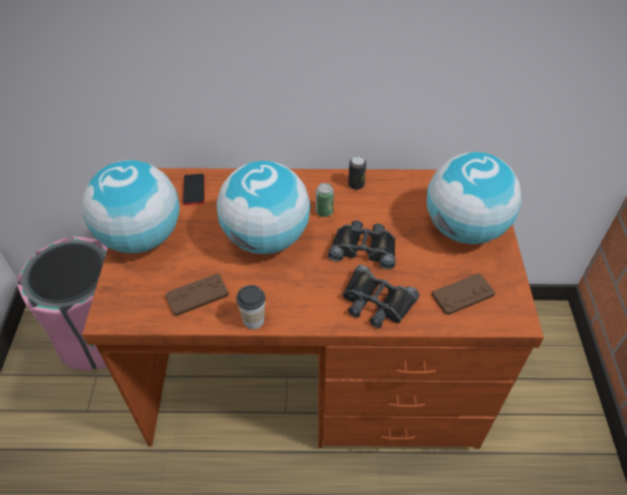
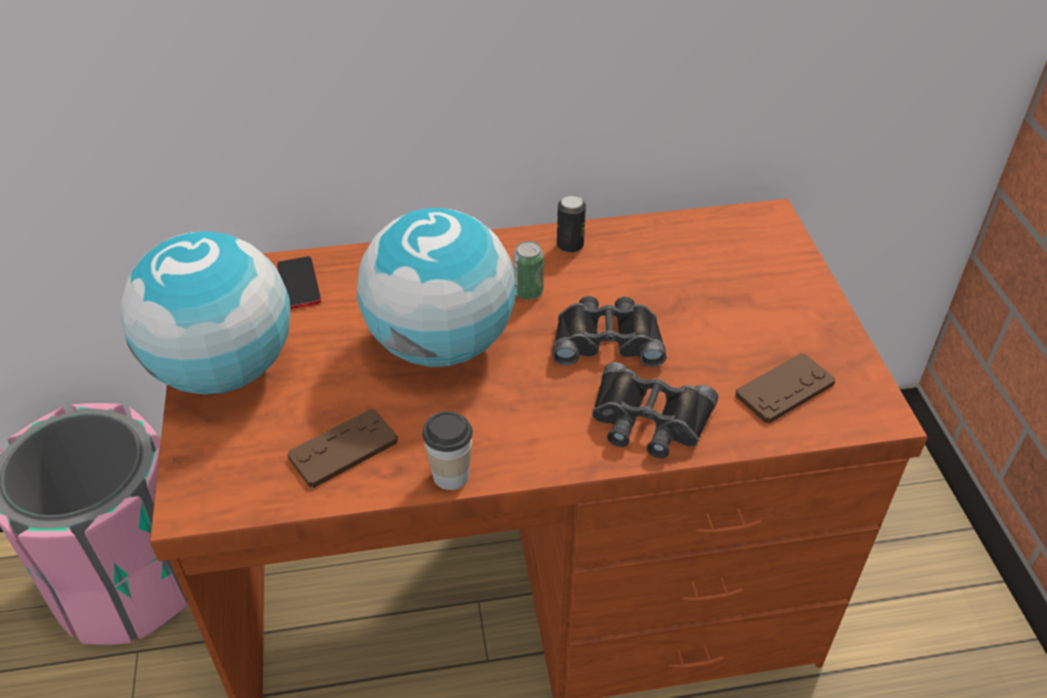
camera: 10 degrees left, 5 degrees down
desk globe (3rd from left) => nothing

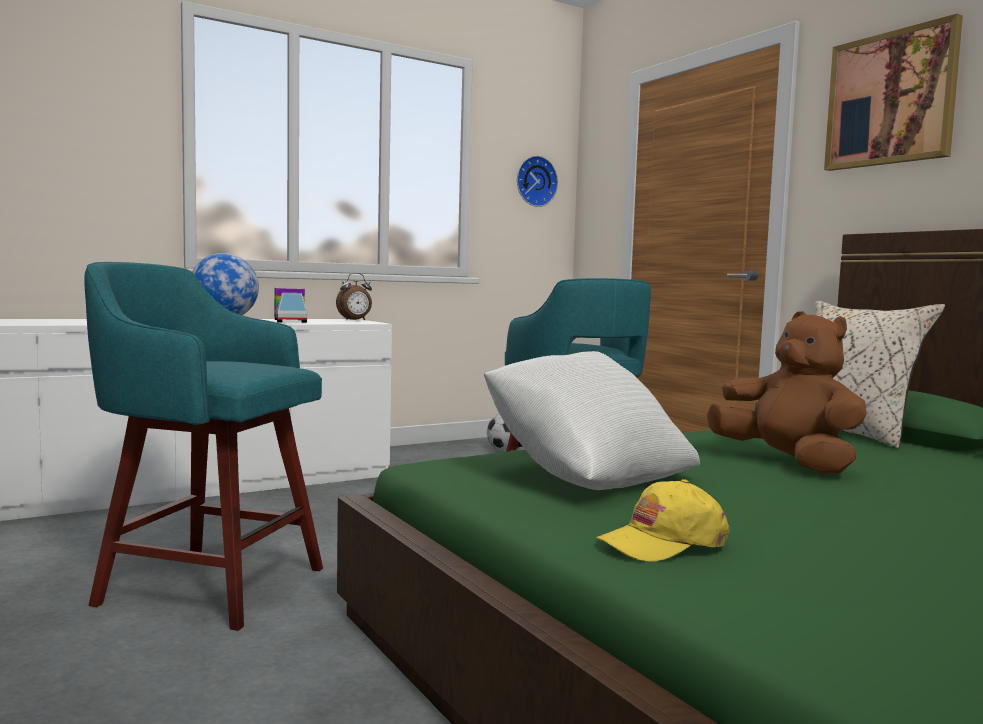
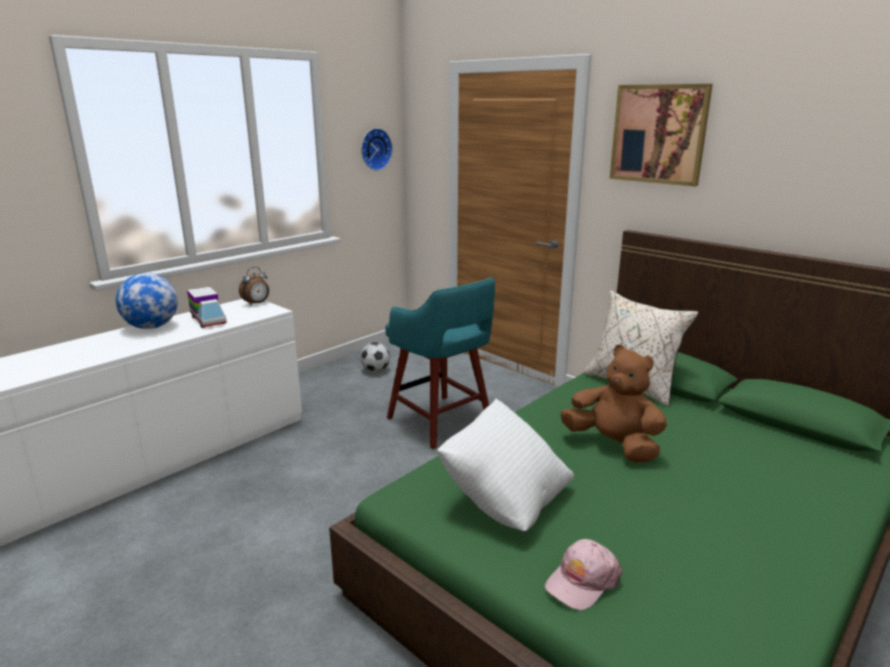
camera: 15 degrees left, 15 degrees up
turquoise stool (1st from left) => nothing
yellow-coloured cap => pink cap

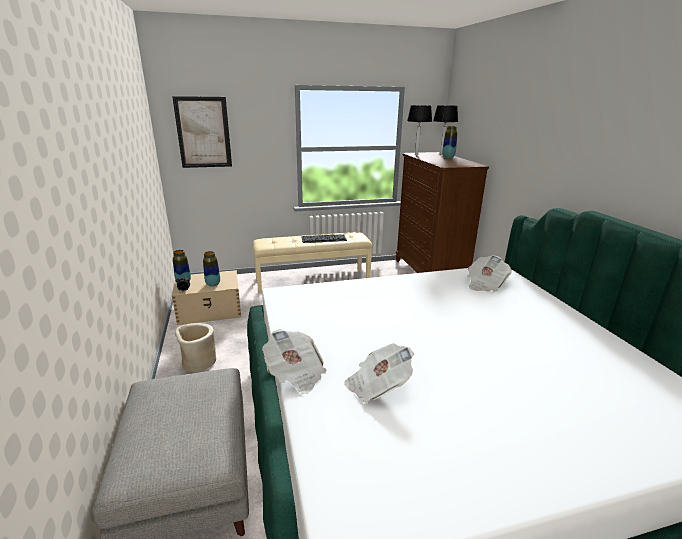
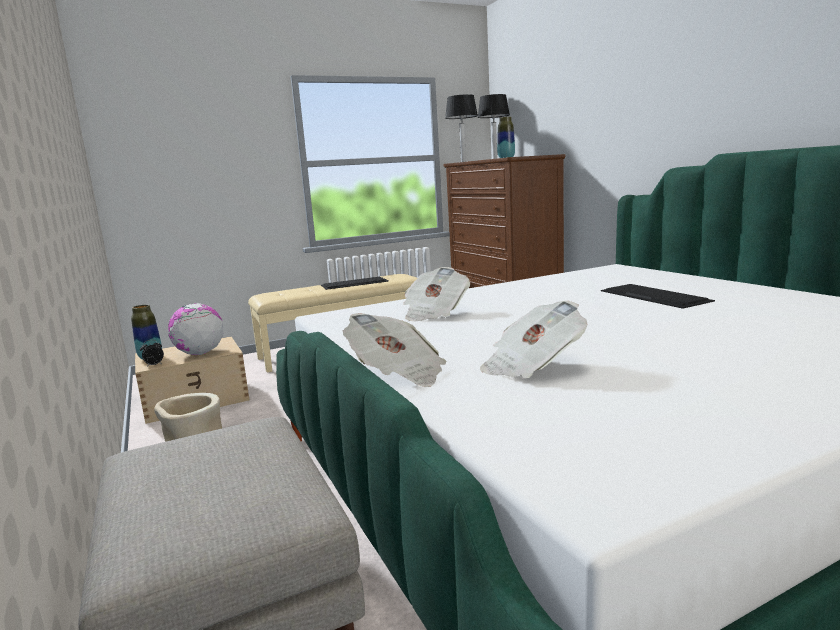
camera: 10 degrees left, 10 degrees down
wall art => nothing
nothing => keyboard (2nd from left)
newspaper (3rd from left in the first image) => newspaper (2nd from left), moved
decorative vase (2nd from left) => desk globe

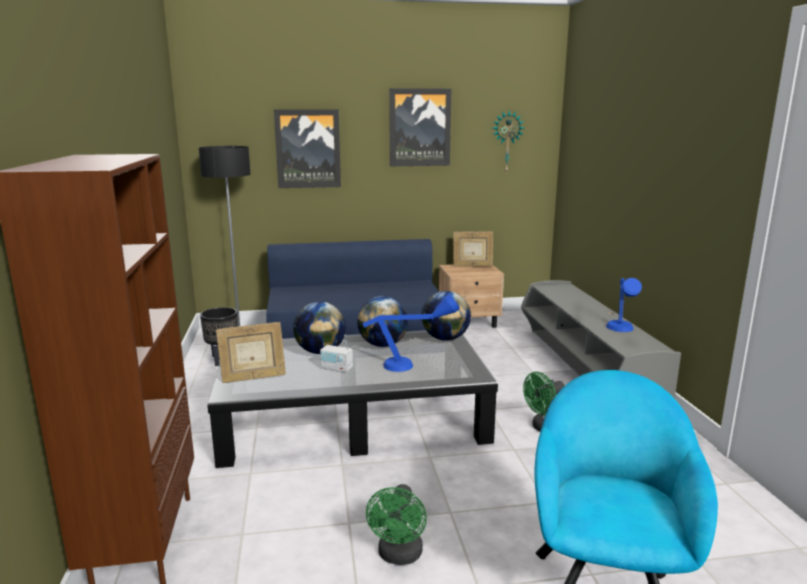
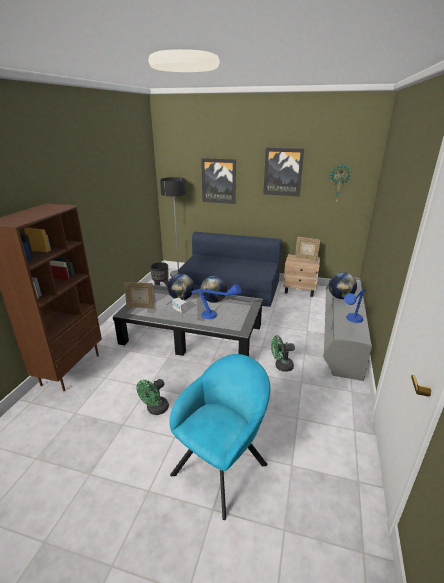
camera: 25 degrees right, 10 degrees up
desk globe (3rd from left), moved

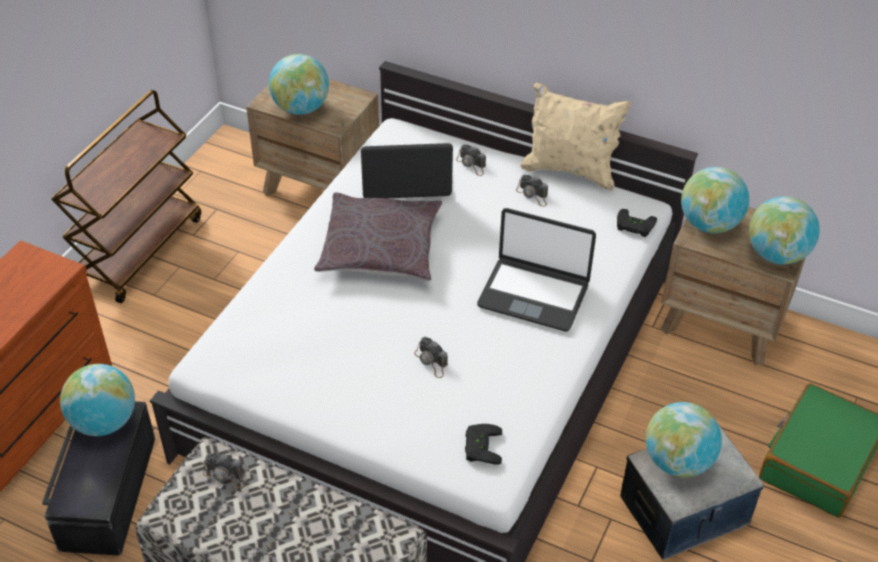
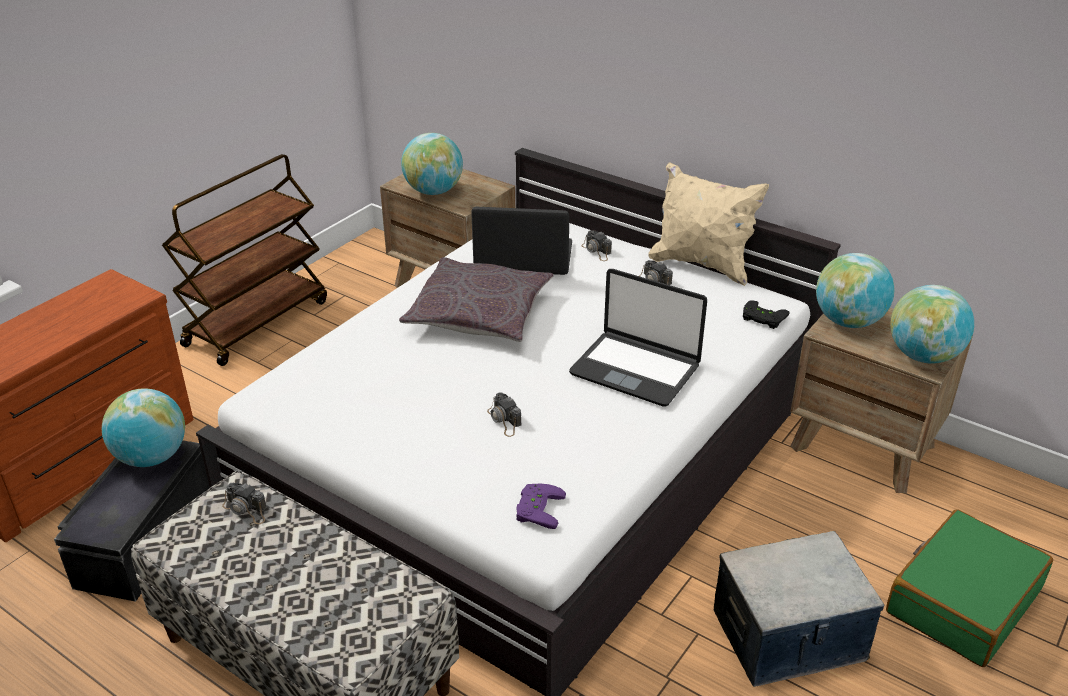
camera: 10 degrees right, 10 degrees down
desk globe (3rd from left) => nothing
black-coloured joypad (1st from left) => purple-coloured joypad

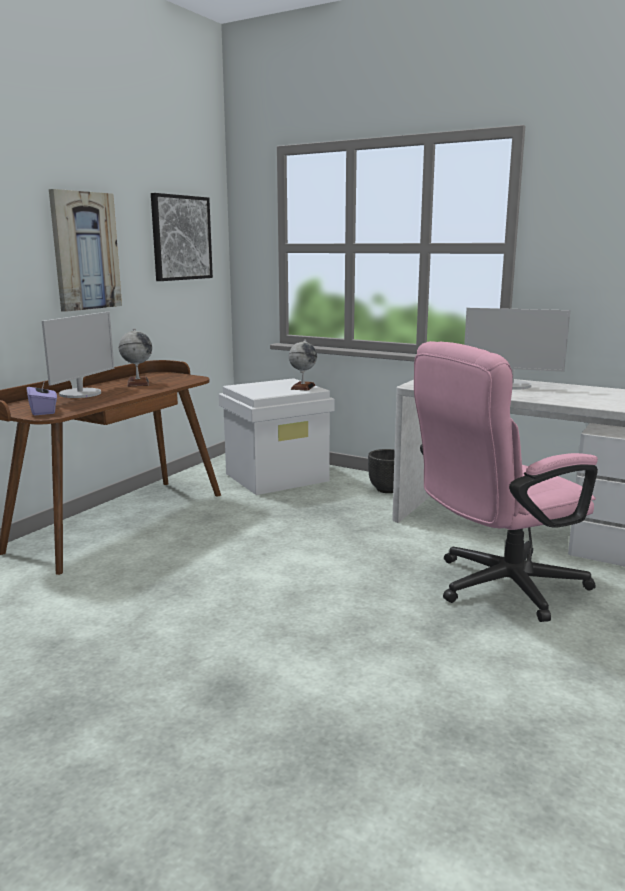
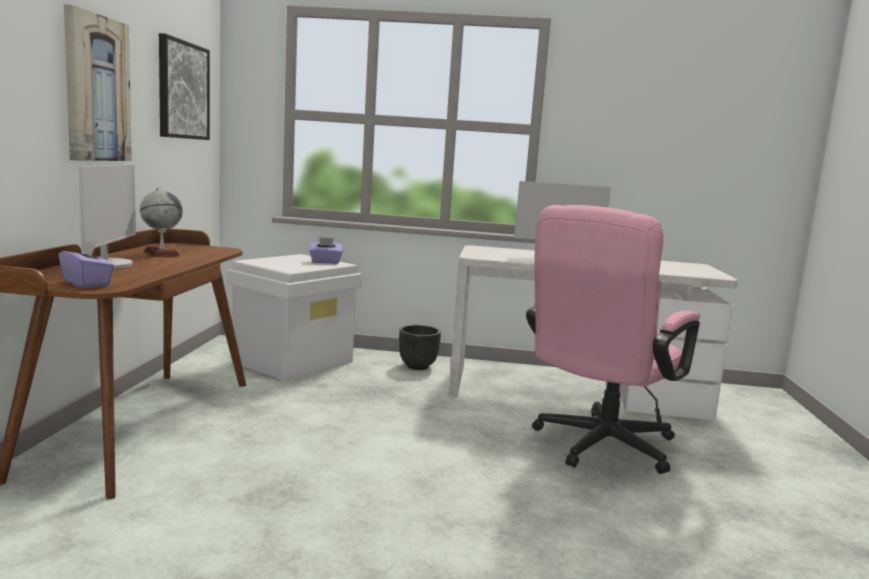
camera: 25 degrees left, 5 degrees down
desk globe (2nd from left) => purple-coloured tissue holder (2nd from left)

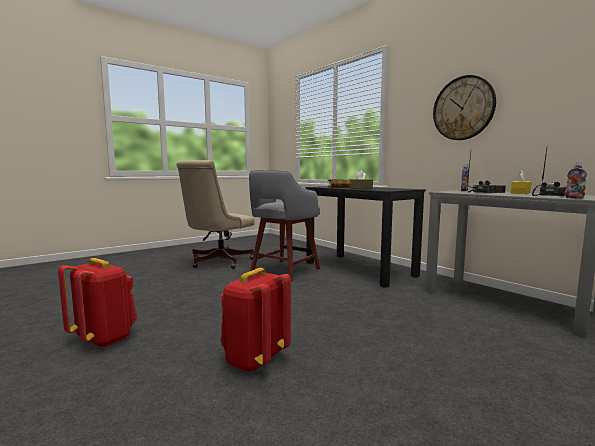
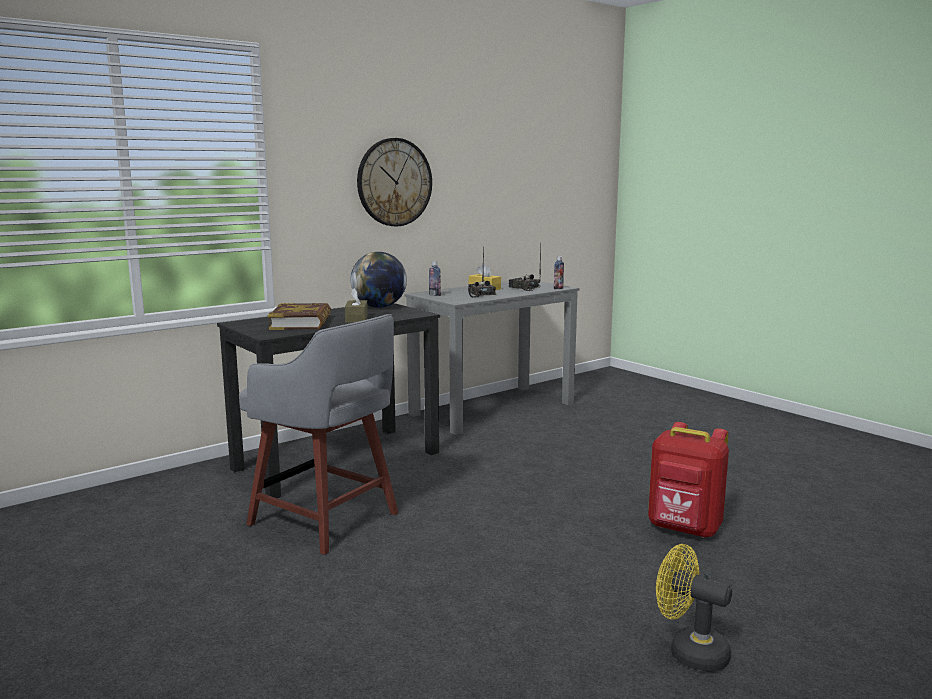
camera: 90 degrees left, 5 degrees up
beige office chair => nothing
nothing => desk globe
red knapsack (1st from left) => yellow-coloured fan

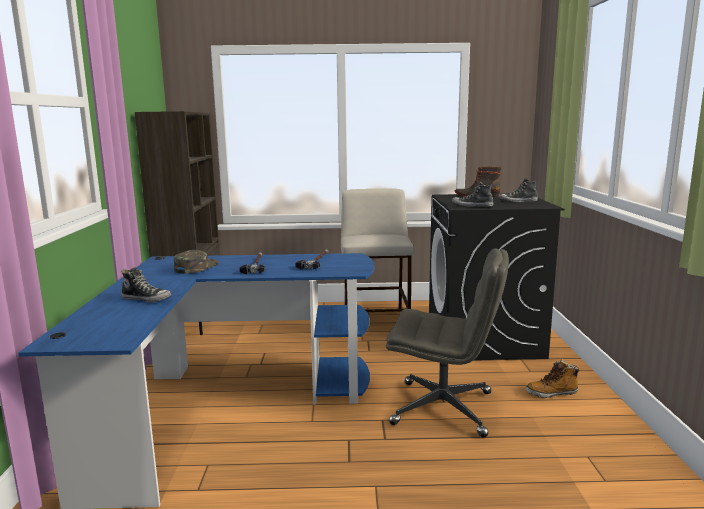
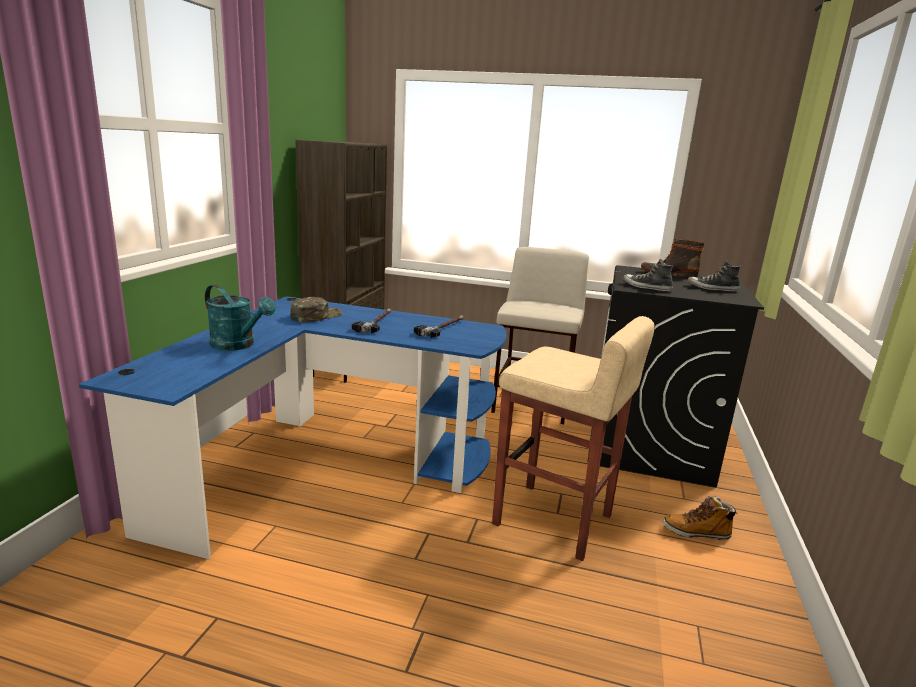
camera: 15 degrees right, 5 degrees up
item of footwear (1st from left) => turquoise watering can
grey office chair => beige stool (2nd from left)

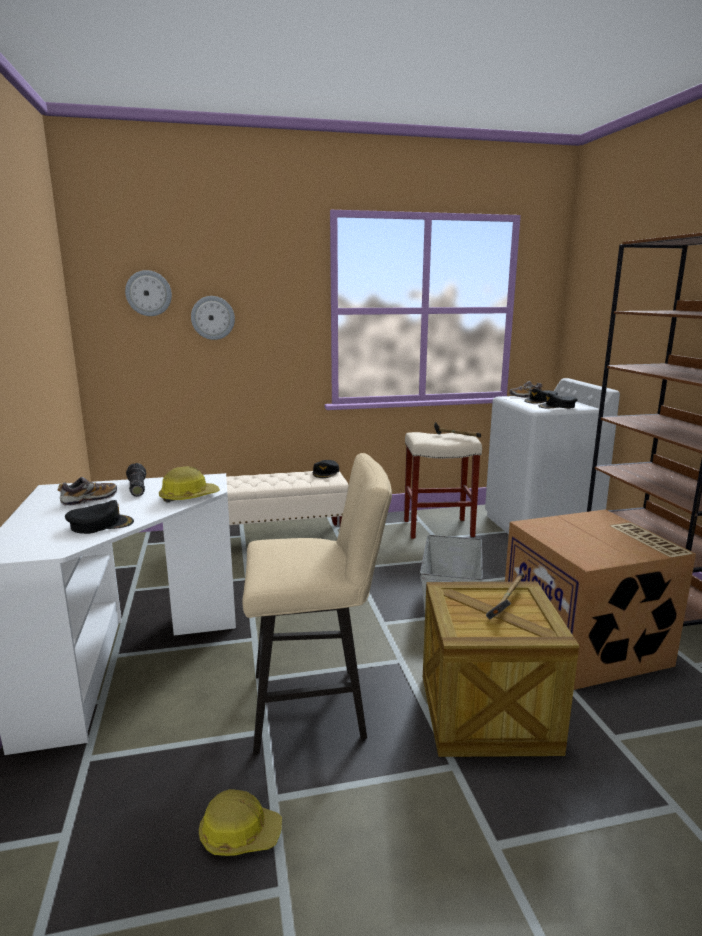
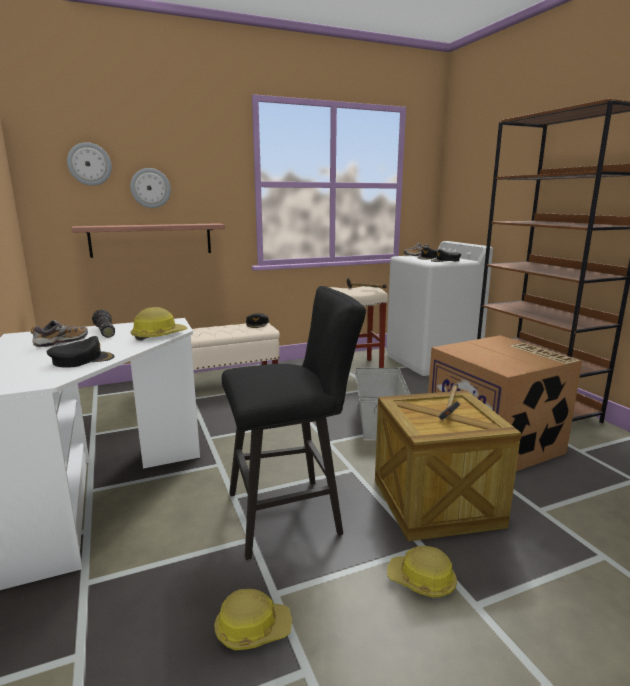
camera: 10 degrees left, 0 degrees up
nothing => wall shelf
nothing => hard hat (3rd from left)
beige stool (1st from left) => black-coloured stool

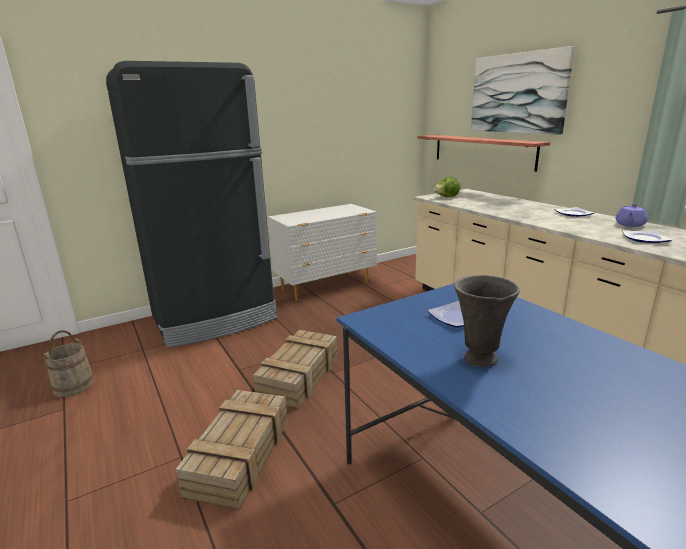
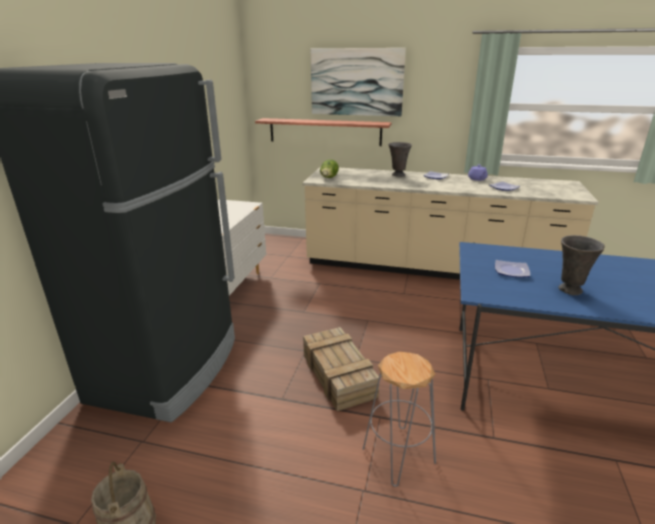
camera: 45 degrees left, 5 degrees up
nothing => grey decorative vase (1st from left)
packing crate (1st from left) => grey stool

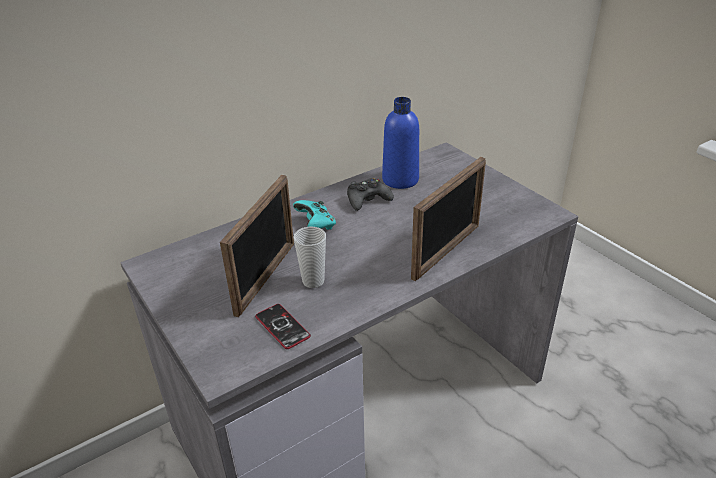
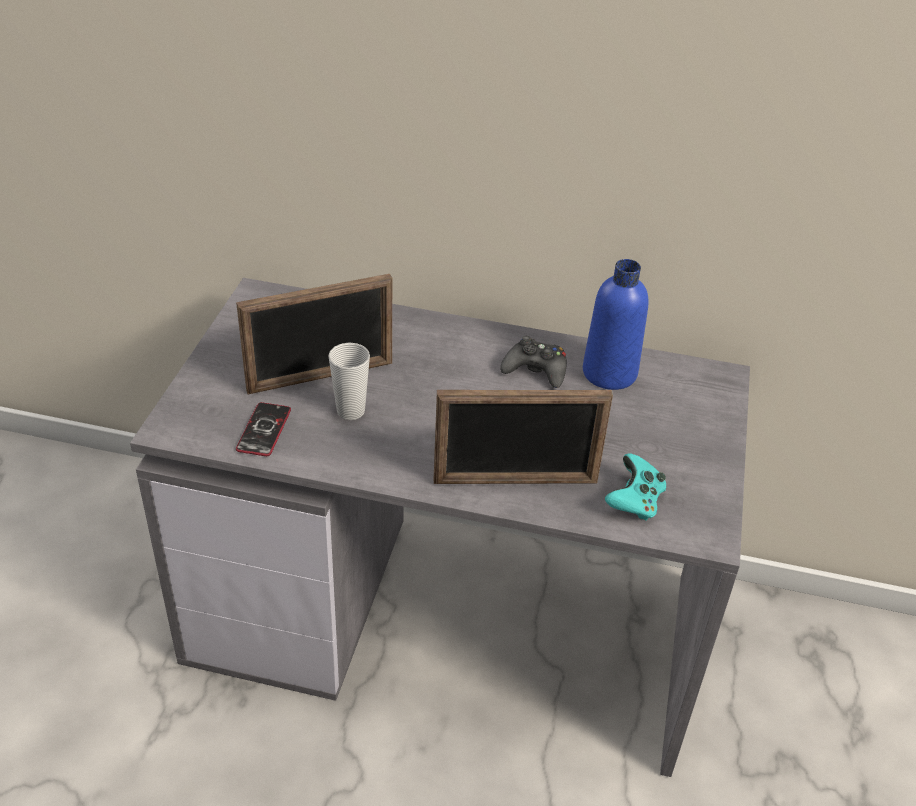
camera: 45 degrees right, 5 degrees up
turquoise joypad, moved

